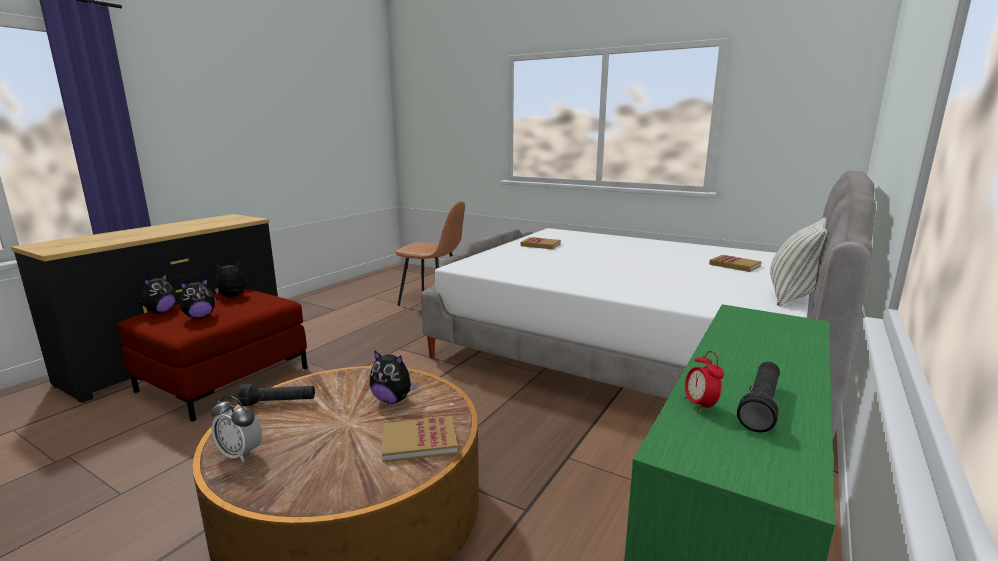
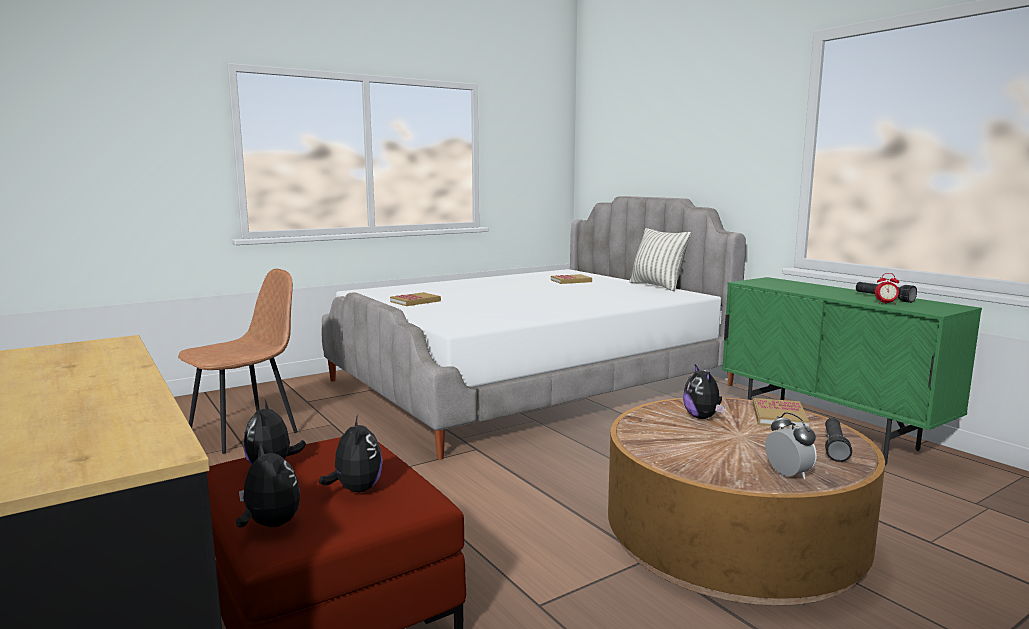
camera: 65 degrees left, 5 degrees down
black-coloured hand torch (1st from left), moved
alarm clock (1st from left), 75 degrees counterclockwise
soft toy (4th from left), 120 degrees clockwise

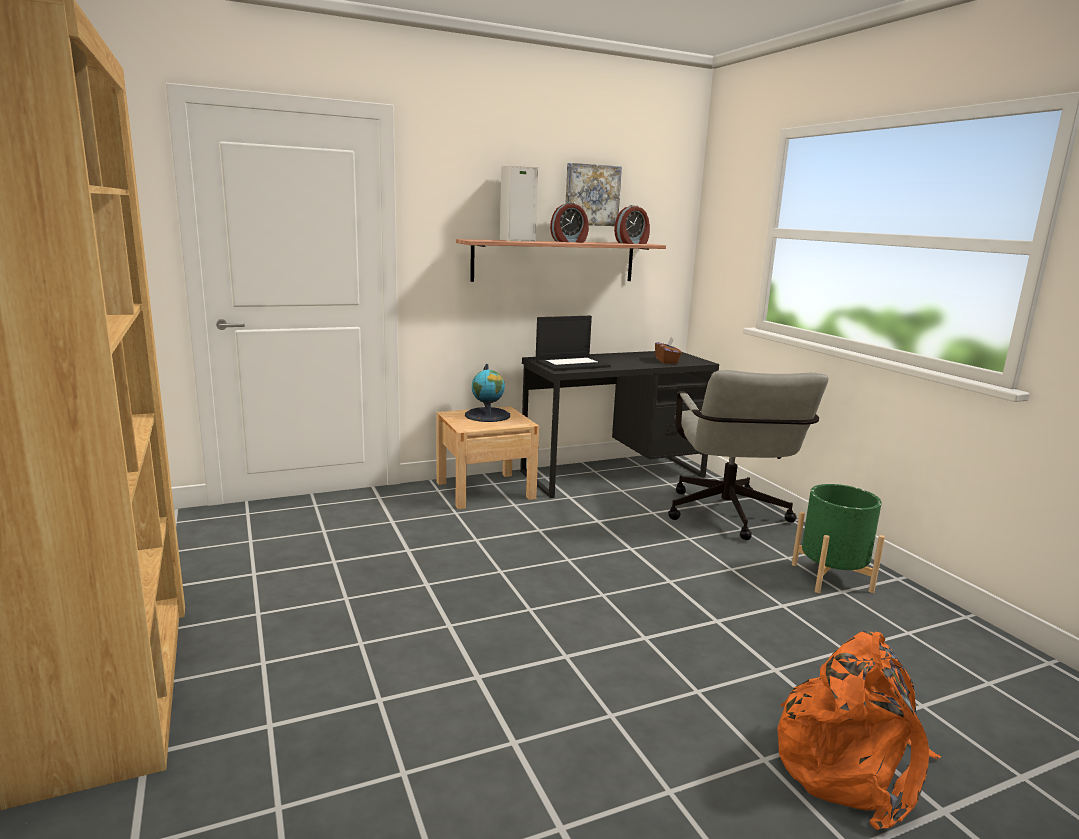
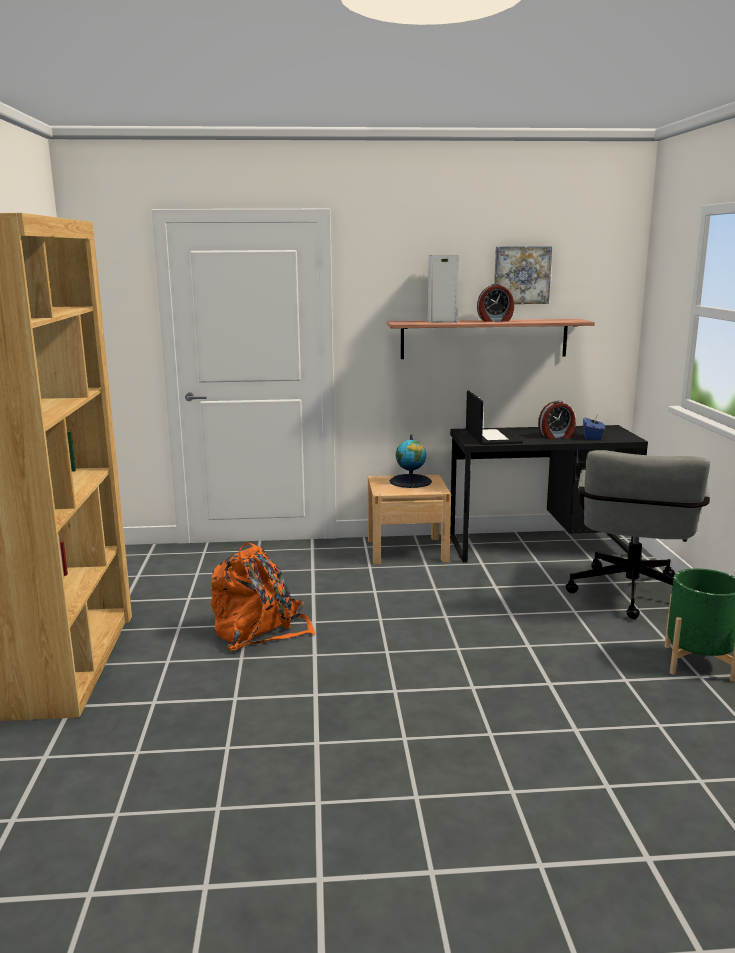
camera: 20 degrees right, 0 degrees up
alarm clock (2nd from left), moved
orange knapsack, moved
brown tissue holder => blue-coloured tissue holder
laptop, 90 degrees counterclockwise

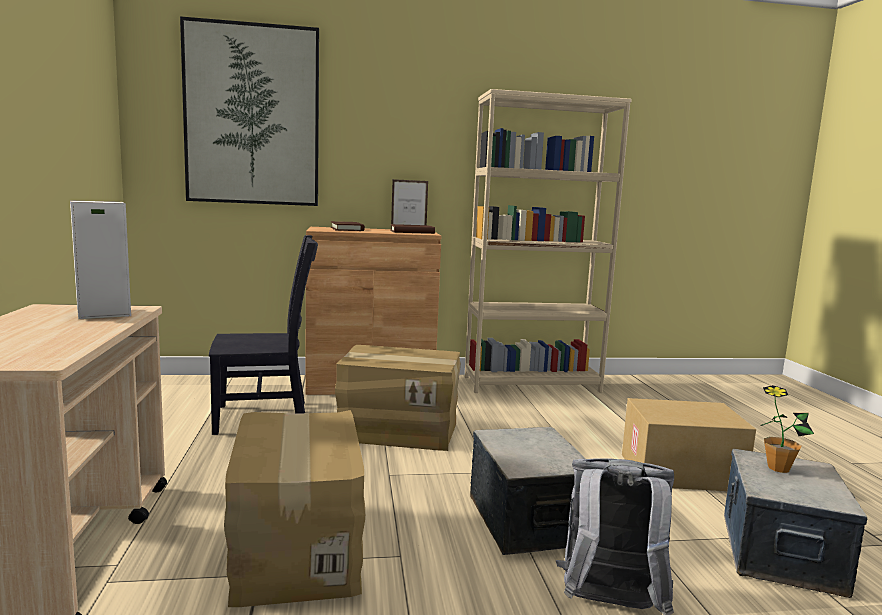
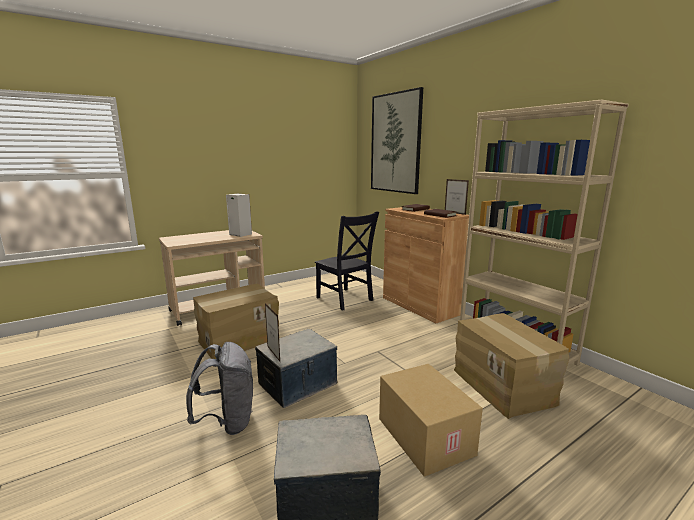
camera: 65 degrees right, 5 degrees up
potted plant => nothing
nothing => photo frame (1st from left)
cardboard box (2nd from left in the first image) => cardboard box (3rd from left), moved

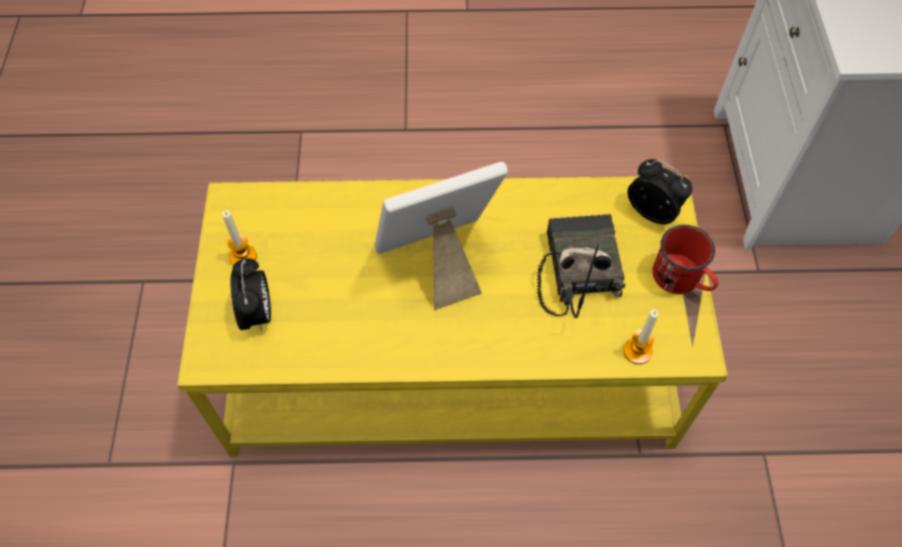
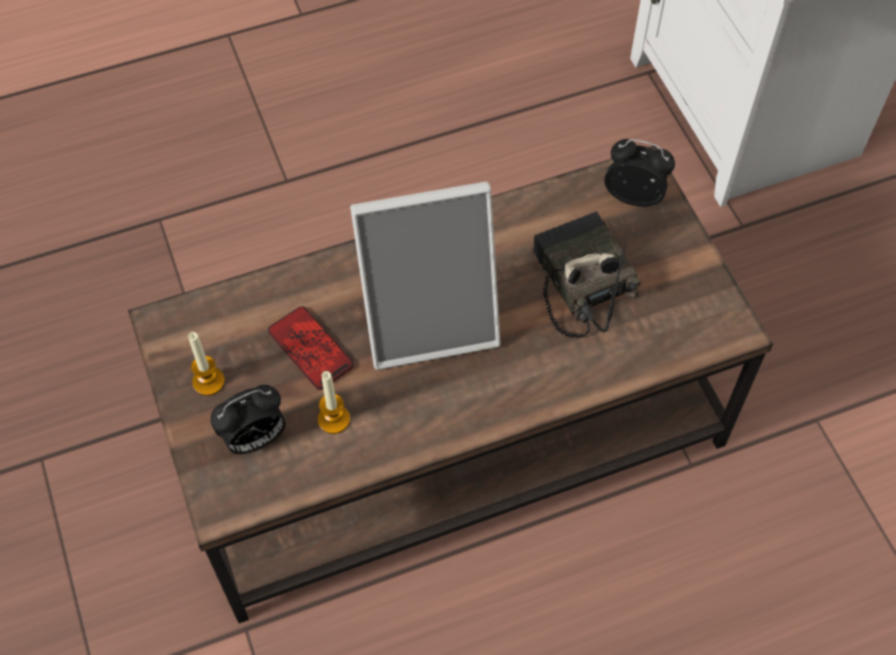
camera: 20 degrees left, 0 degrees up
red tea mug => nothing
nothing => telephone
wax light (2nd from left), moved
yellow-coloured lounge table => brown lounge table
alarm clock (1st from left), 90 degrees clockwise
photo frame, 150 degrees counterclockwise

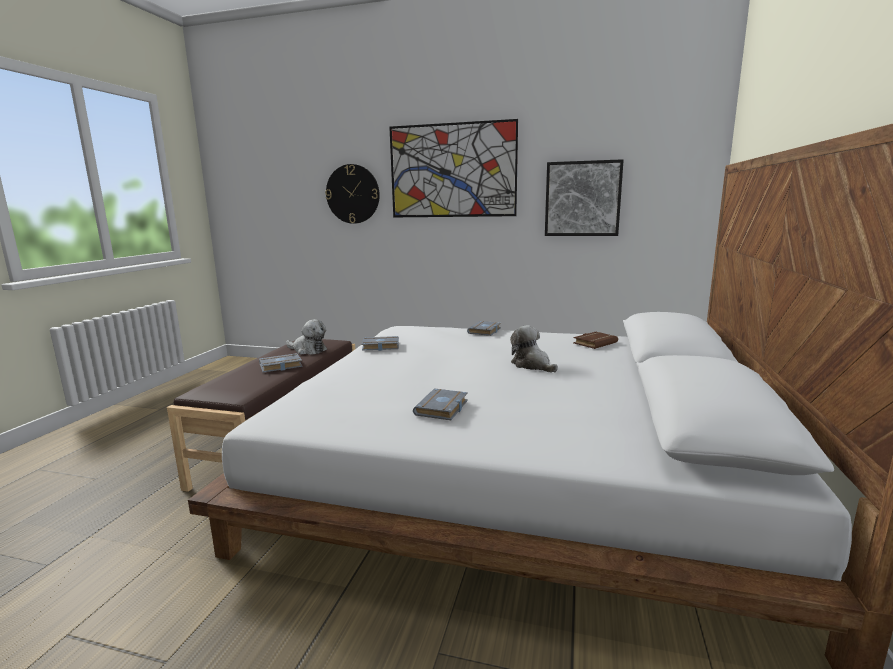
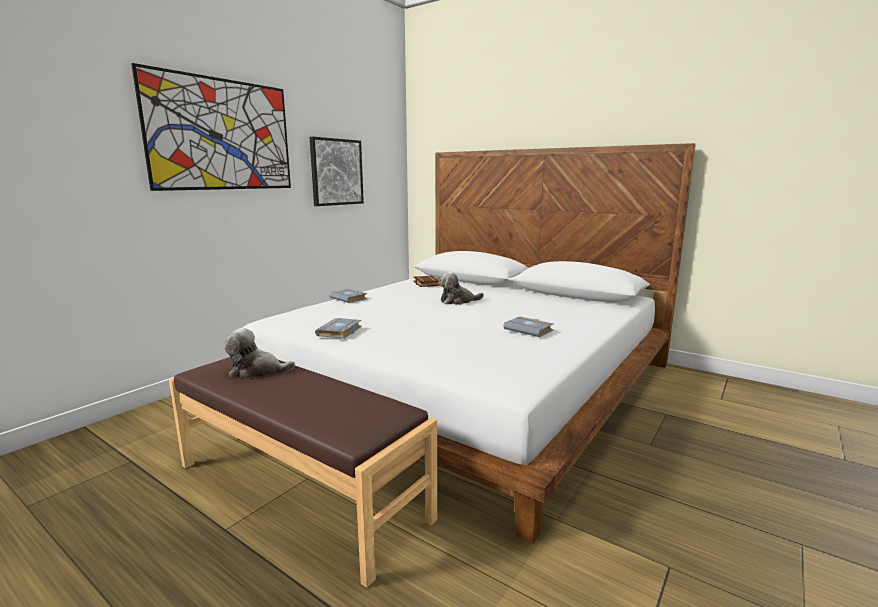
camera: 70 degrees left, 0 degrees up
grey bound book (1st from left) => nothing
hanging clock => nothing
soft toy (1st from left), 135 degrees counterclockwise

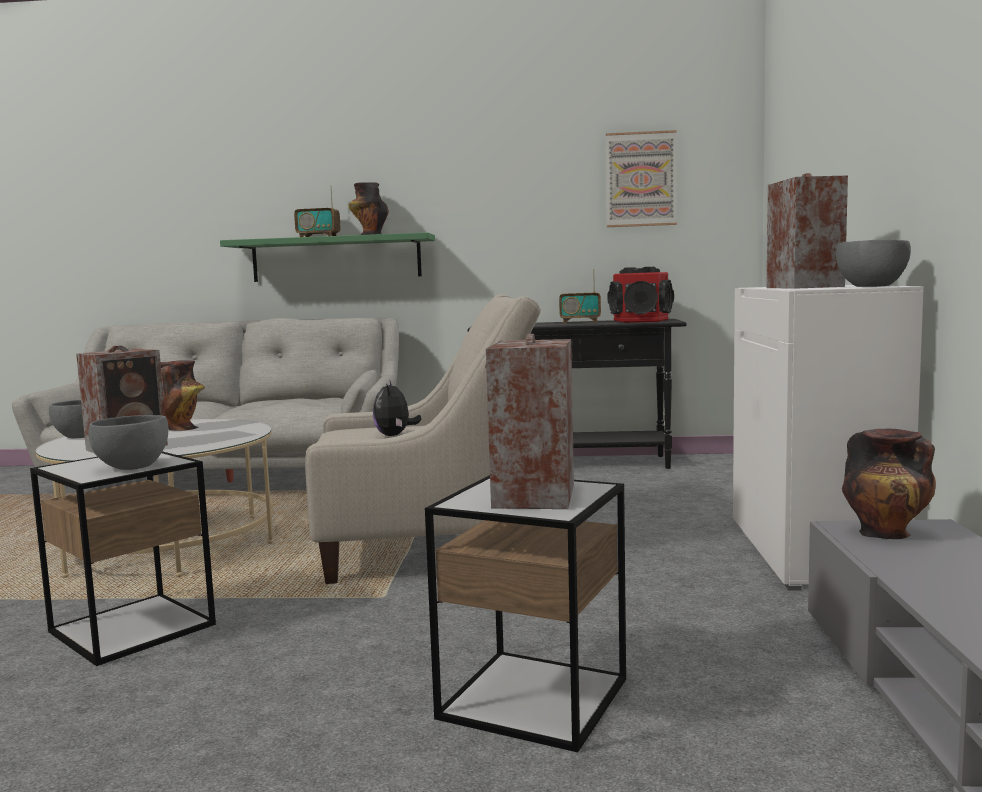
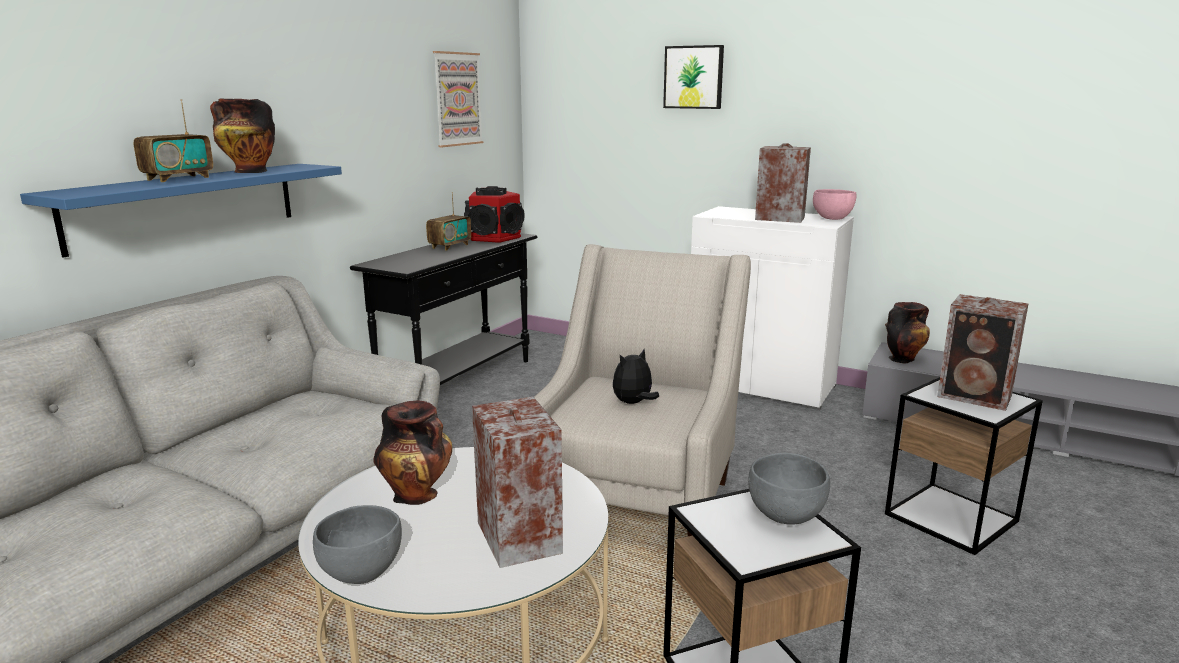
camera: 65 degrees left, 10 degrees up
nothing => wall art (2nd from left)
green wall shelf => blue-coloured wall shelf
grey deep dish (3rd from left) => pink deep dish
soft toy, 120 degrees clockwise

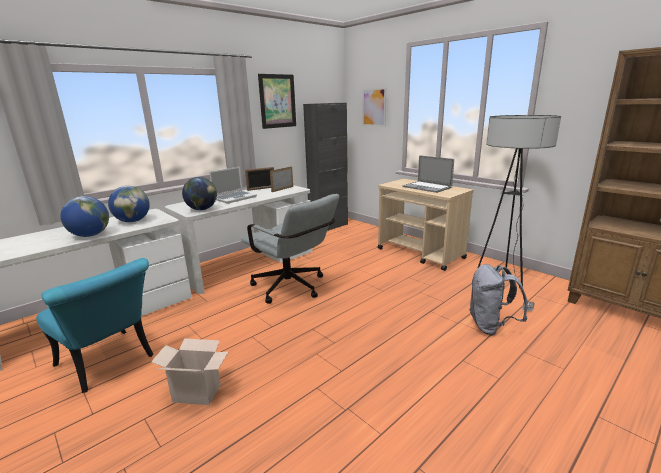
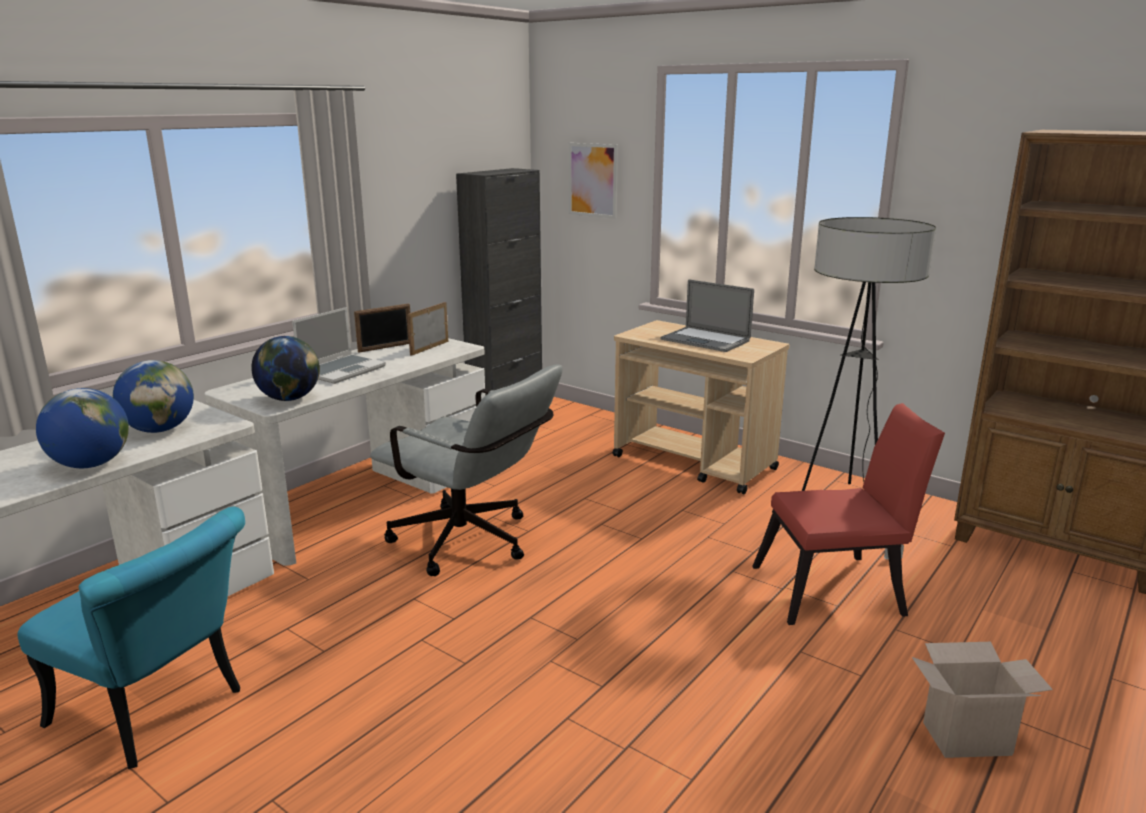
camera: 10 degrees left, 0 degrees up
wall art (1st from left) => nothing
cardboard box, moved
grey knapsack => red plain chair

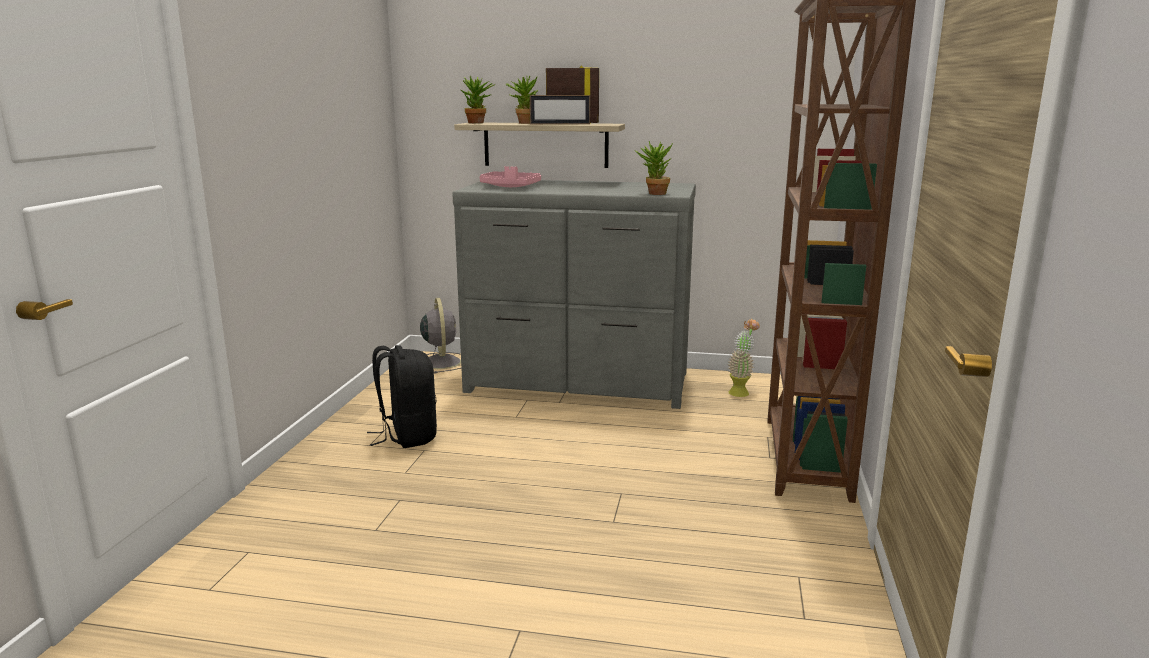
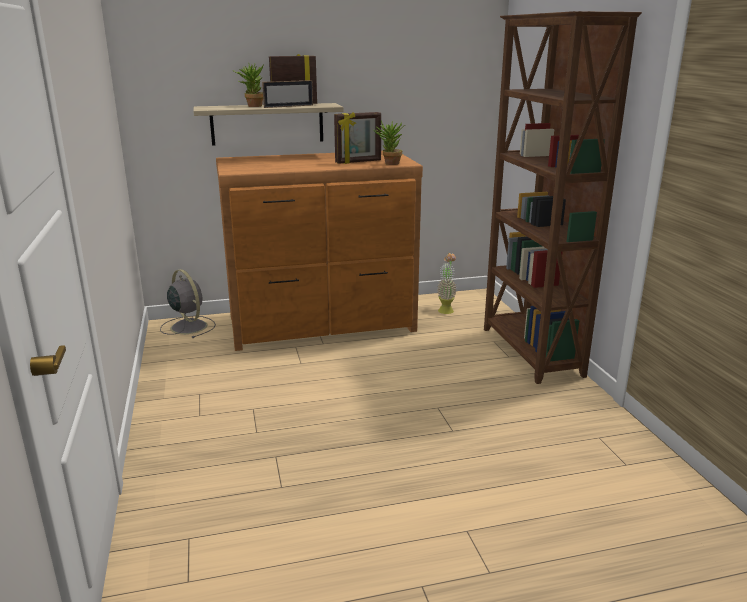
camera: 25 degrees left, 5 degrees up
black-coloured knapsack => nothing
potted plant (1st from left) => nothing
pink carrying tray => nothing
nothing => photo frame (3rd from left)
grey dresser => brown dresser

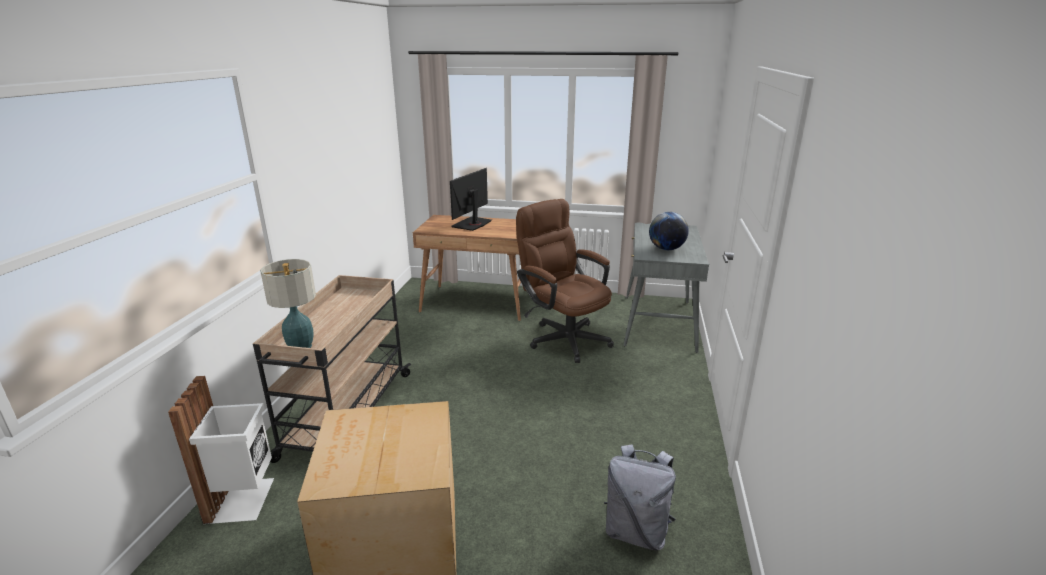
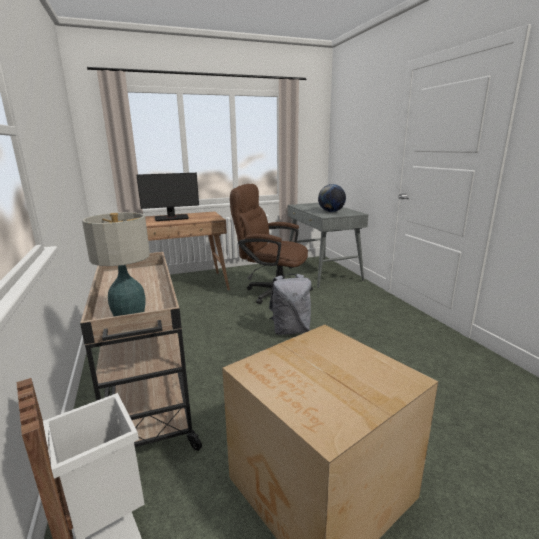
camera: 30 degrees left, 5 degrees down
grey knapsack, moved
computer screen, 105 degrees counterclockwise

